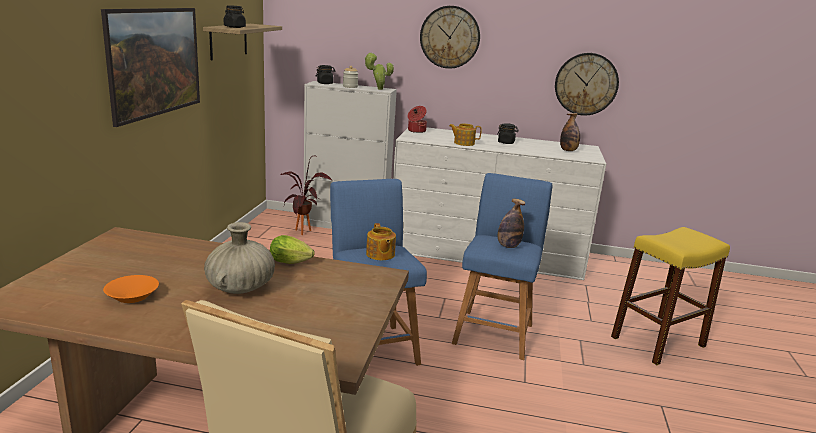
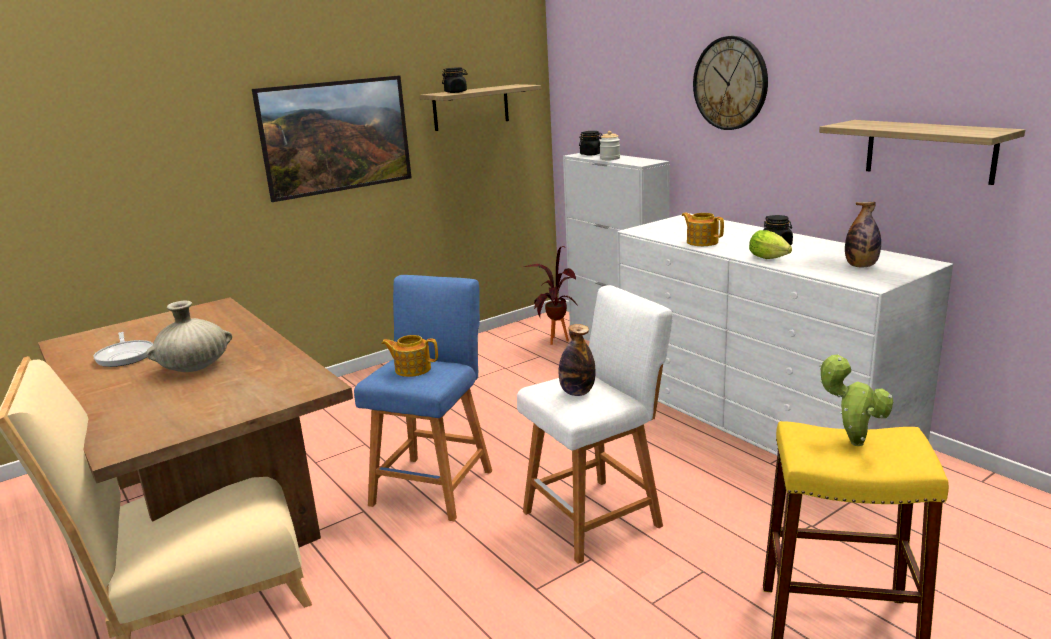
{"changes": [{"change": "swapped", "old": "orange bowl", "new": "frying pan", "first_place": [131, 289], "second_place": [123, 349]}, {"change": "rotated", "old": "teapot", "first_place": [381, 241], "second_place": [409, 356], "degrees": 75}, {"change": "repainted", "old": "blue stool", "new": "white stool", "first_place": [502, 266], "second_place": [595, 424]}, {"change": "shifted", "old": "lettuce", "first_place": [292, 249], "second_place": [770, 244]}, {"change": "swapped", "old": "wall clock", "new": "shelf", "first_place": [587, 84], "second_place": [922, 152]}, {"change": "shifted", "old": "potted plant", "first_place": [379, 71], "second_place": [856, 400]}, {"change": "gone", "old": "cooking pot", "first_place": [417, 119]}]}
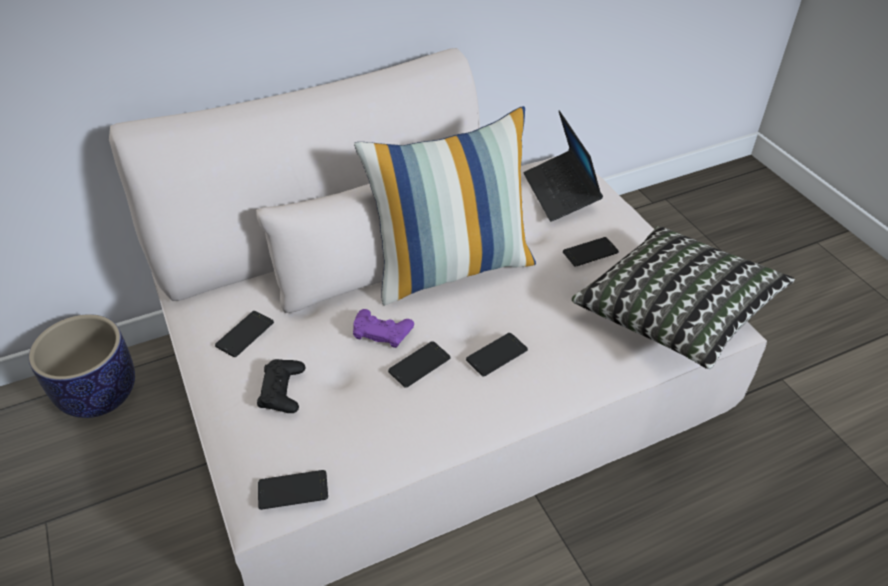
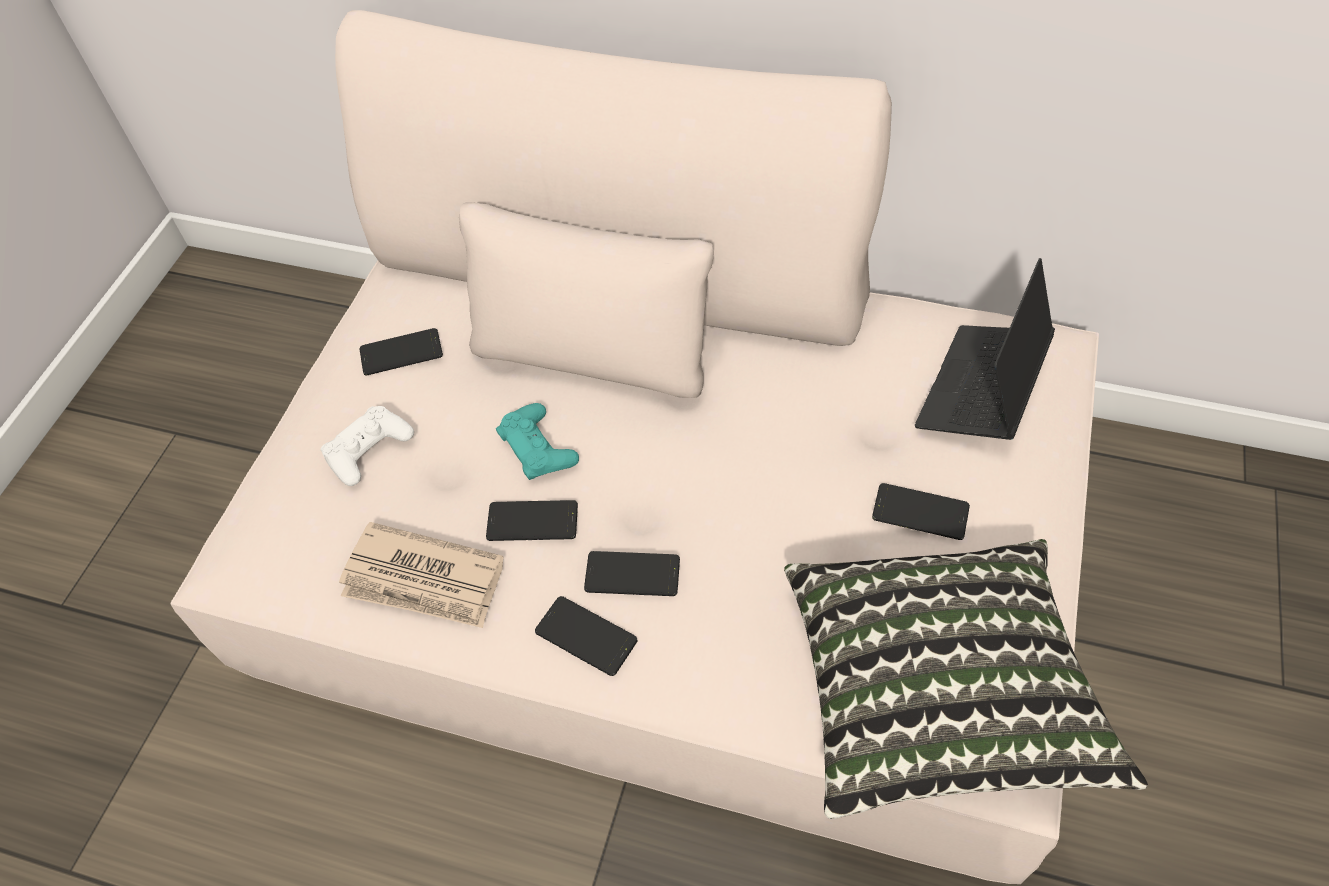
{"changes": [{"change": "repainted", "old": "black game controller", "new": "white game controller", "first_place": [281, 386], "second_place": [367, 446]}, {"change": "new", "new": "newspaper", "second_place": [421, 575]}, {"change": "repainted", "old": "purple game controller", "new": "turquoise game controller", "first_place": [383, 328], "second_place": [537, 441]}, {"change": "shifted", "old": "phone", "first_place": [293, 490], "second_place": [586, 636]}, {"change": "gone", "old": "planter", "first_place": [82, 366]}, {"change": "gone", "old": "pillow", "first_place": [445, 206]}]}
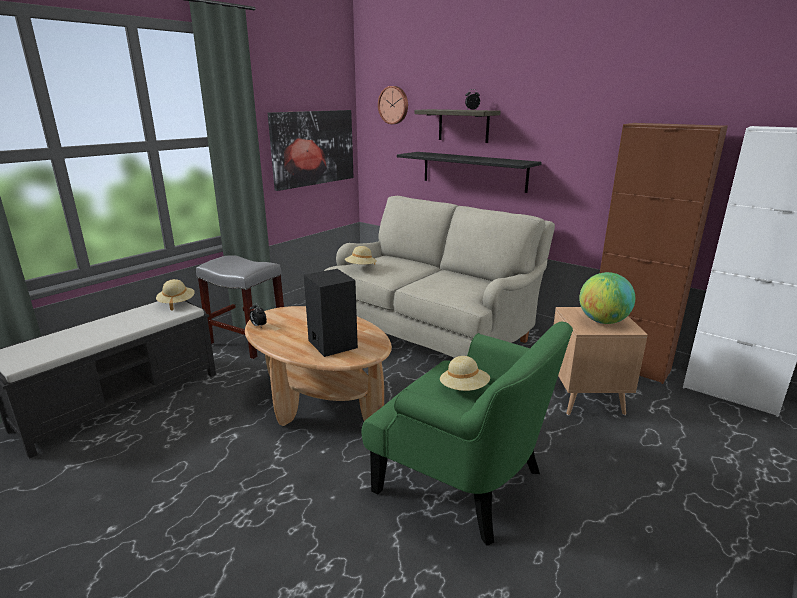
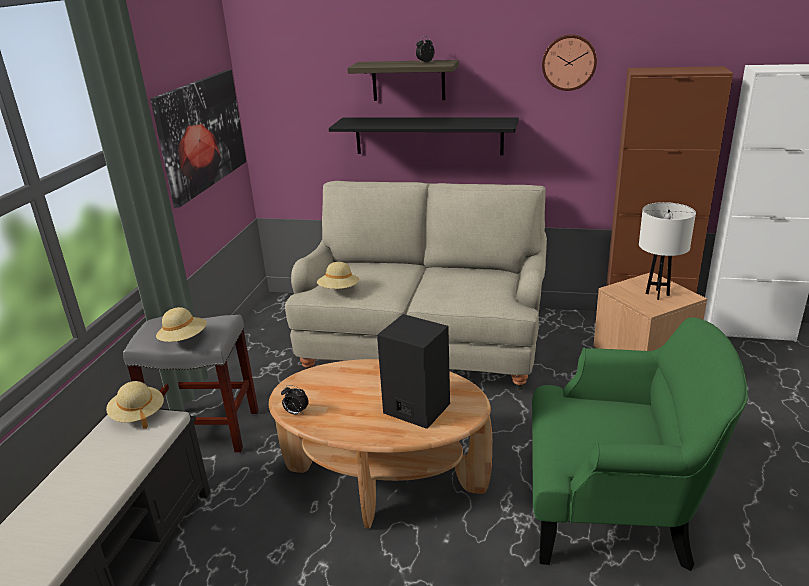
{"changes": [{"change": "shifted", "old": "beige hat", "first_place": [465, 373], "second_place": [181, 324]}, {"change": "shifted", "old": "wall clock", "first_place": [393, 105], "second_place": [569, 62]}, {"change": "swapped", "old": "globe", "new": "white table lamp", "first_place": [607, 298], "second_place": [667, 251]}]}
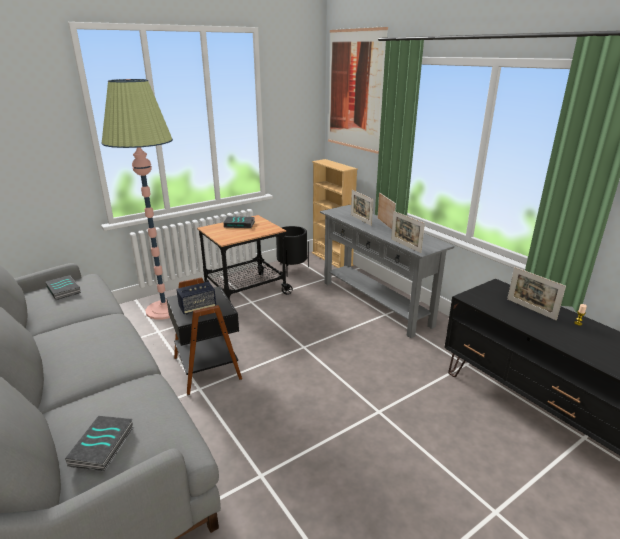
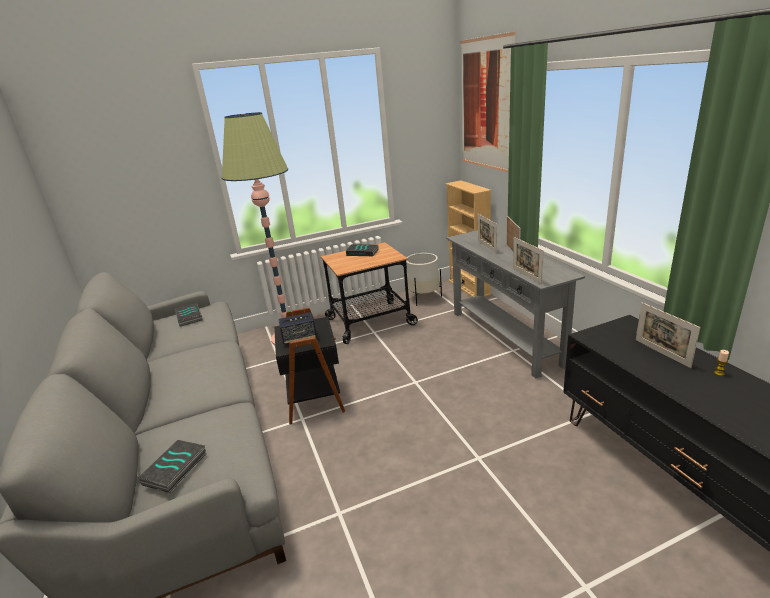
{"changes": [{"change": "repainted", "old": "black planter", "new": "white planter", "first_place": [292, 251], "second_place": [424, 279]}]}
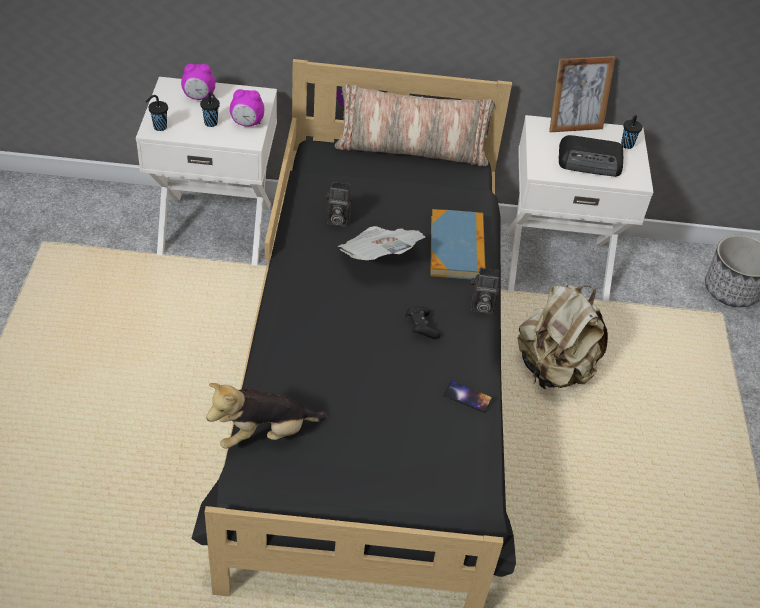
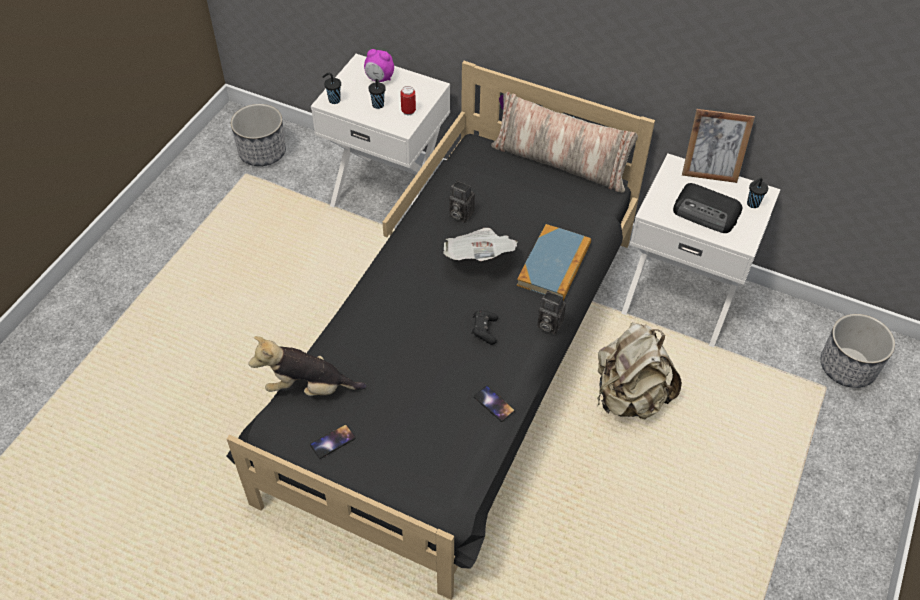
{"changes": [{"change": "new", "new": "planter", "second_place": [258, 135]}, {"change": "new", "new": "phone", "second_place": [333, 441]}, {"change": "swapped", "old": "alarm clock", "new": "can", "first_place": [247, 108], "second_place": [408, 100]}]}
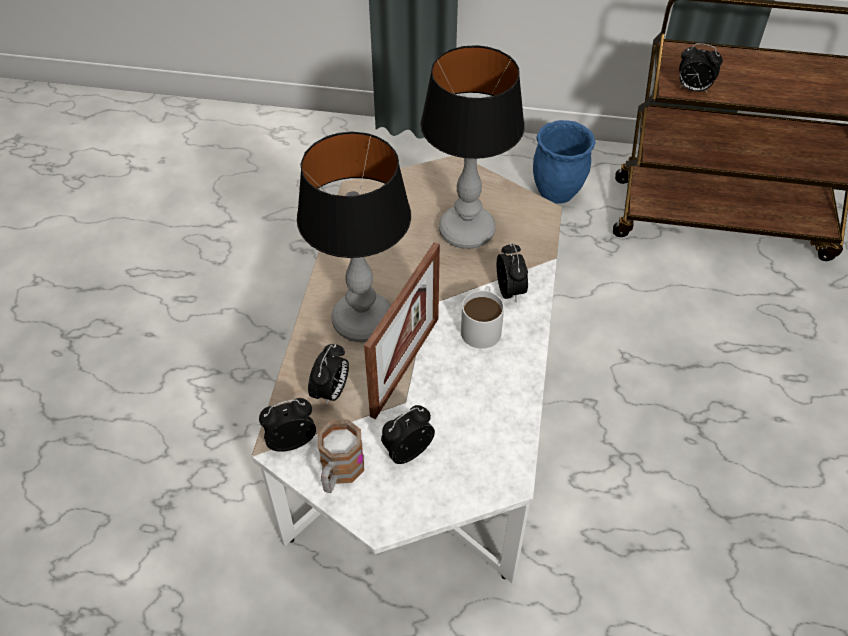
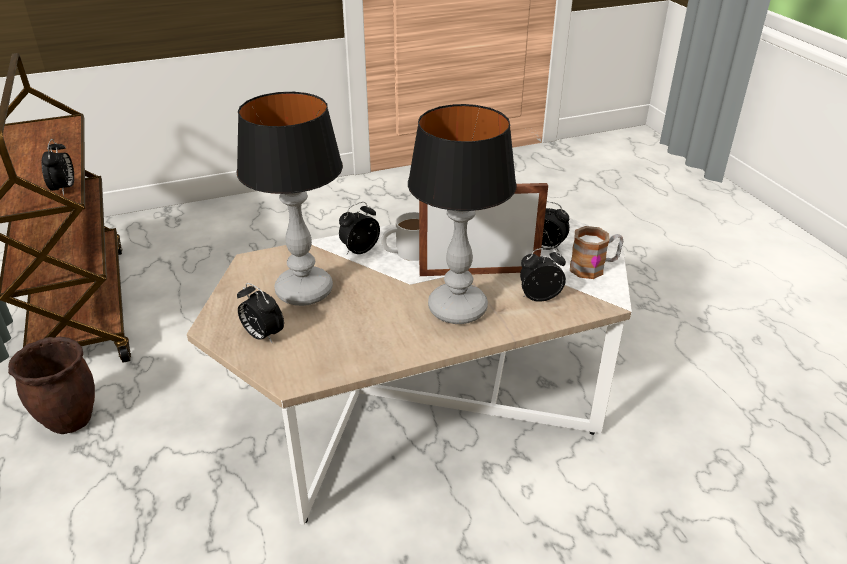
{"changes": [{"change": "repainted", "old": "blue planter", "new": "brown planter", "first_place": [564, 162], "second_place": [51, 385]}, {"change": "shifted", "old": "alarm clock", "first_place": [287, 425], "second_place": [260, 313]}]}
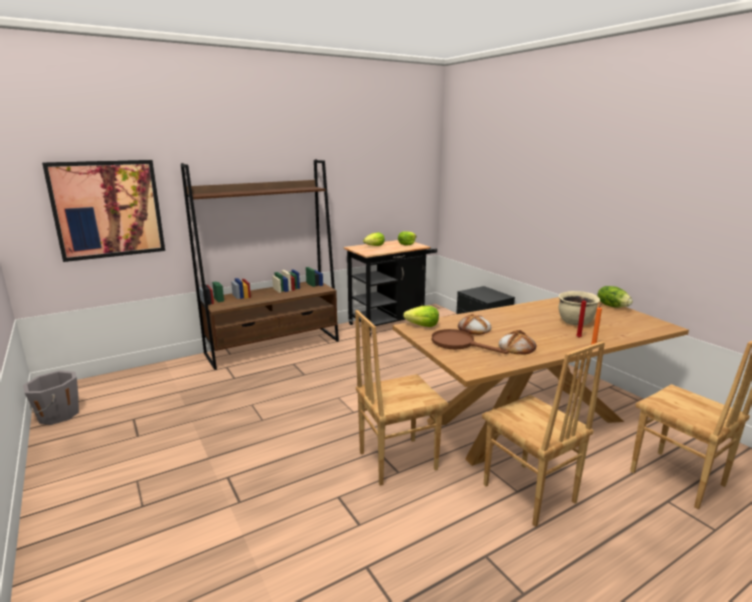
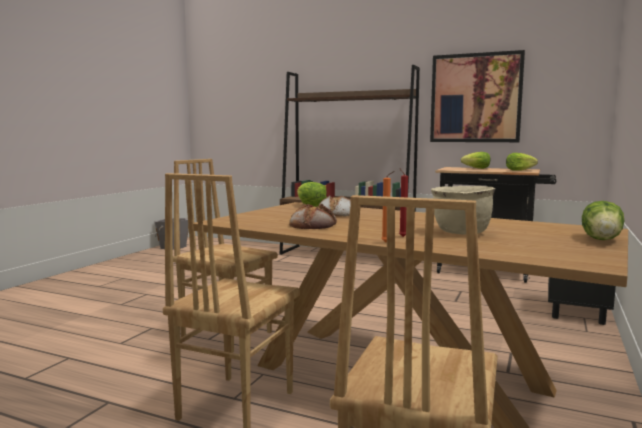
{"changes": [{"change": "shifted", "old": "picture", "first_place": [103, 211], "second_place": [477, 96]}, {"change": "gone", "old": "brown frying pan", "first_place": [470, 341]}]}
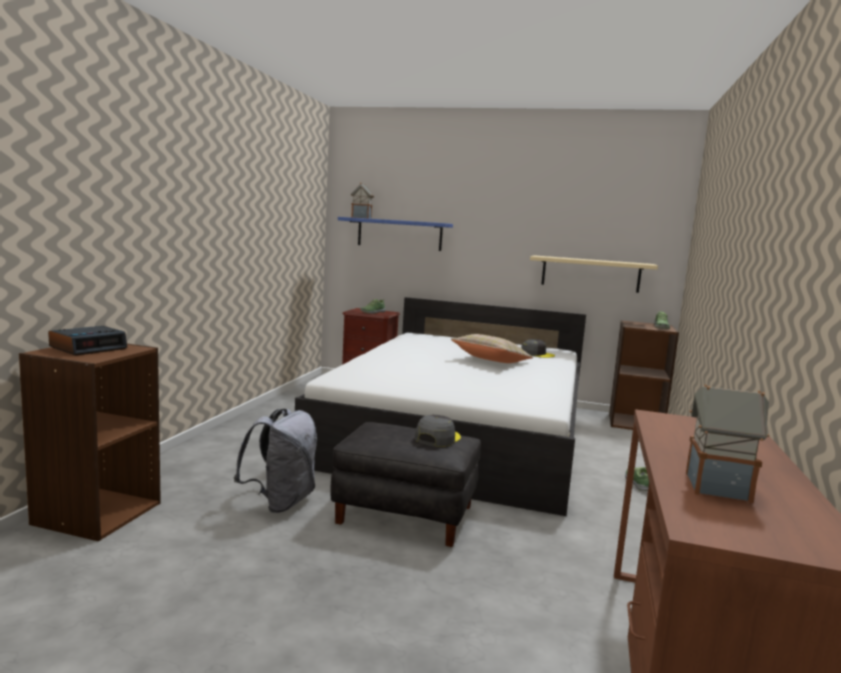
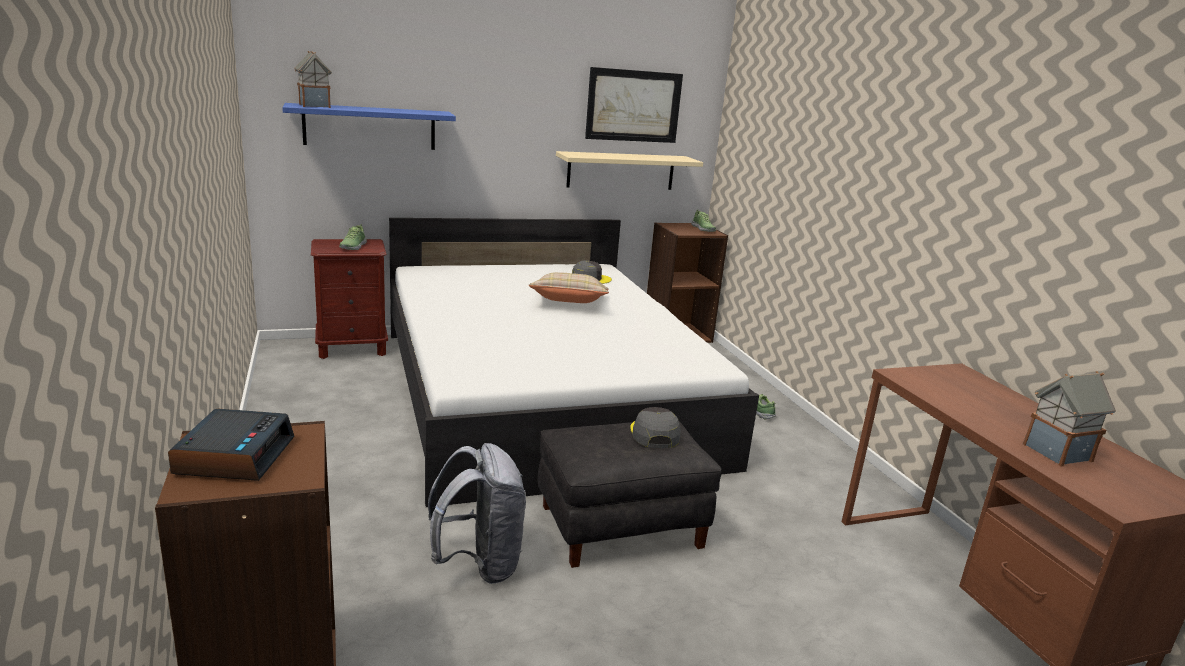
{"changes": [{"change": "new", "new": "picture", "second_place": [634, 105]}]}
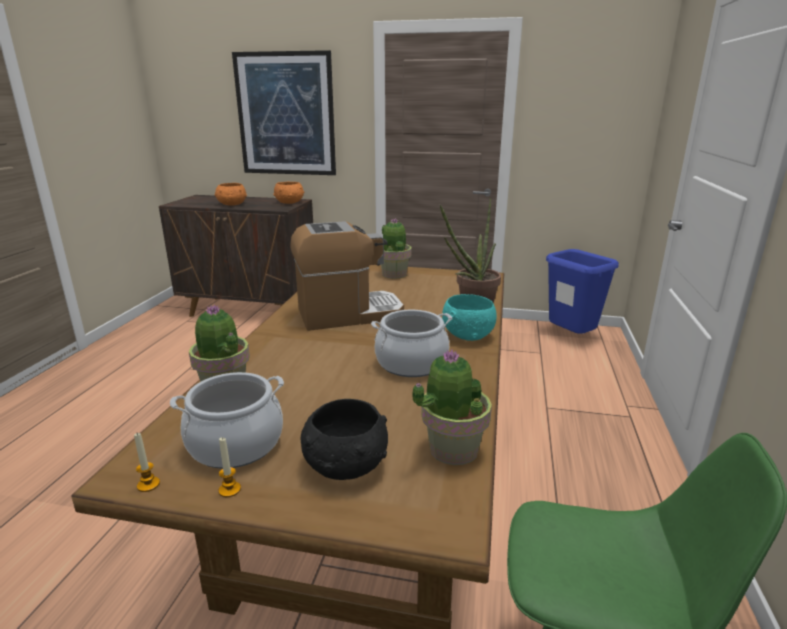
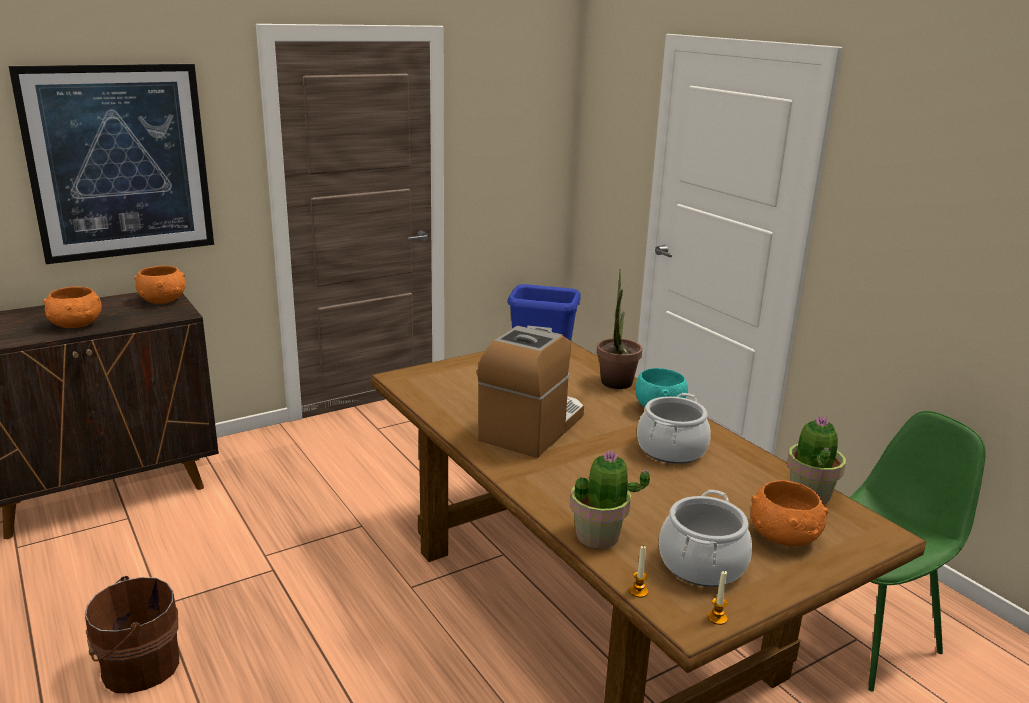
{"changes": [{"change": "new", "new": "brown bucket", "second_place": [132, 634]}, {"change": "shifted", "old": "candle", "first_place": [230, 467], "second_place": [638, 571]}, {"change": "repainted", "old": "black bowl", "new": "orange bowl", "first_place": [344, 439], "second_place": [789, 513]}, {"change": "gone", "old": "potted plant", "first_place": [396, 248]}]}
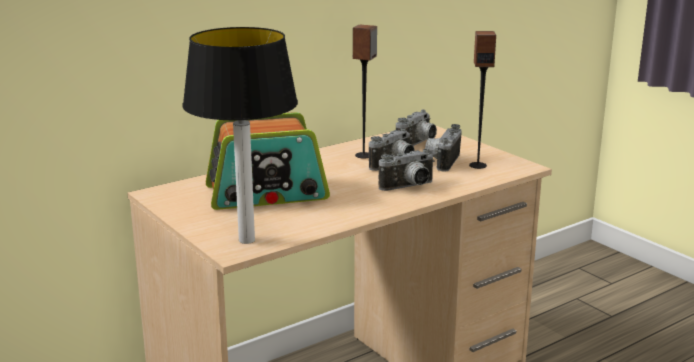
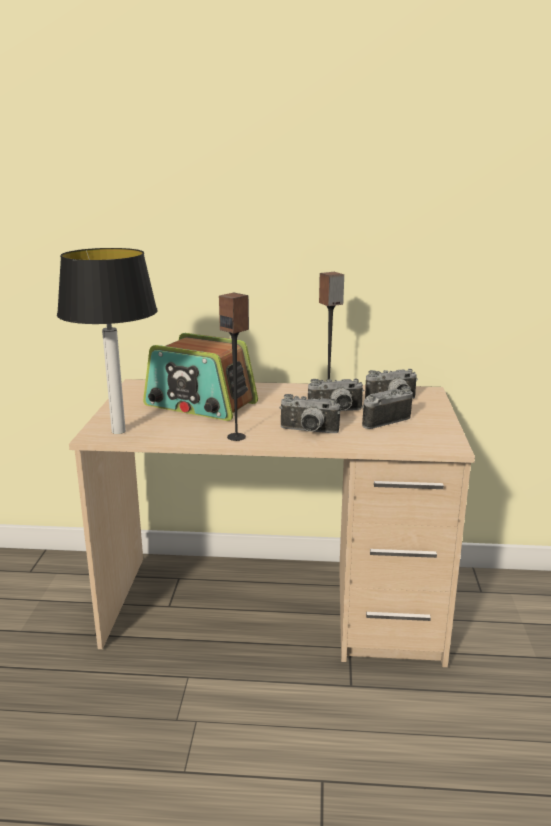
{"changes": [{"change": "shifted", "old": "speaker", "first_place": [482, 100], "second_place": [234, 367]}]}
